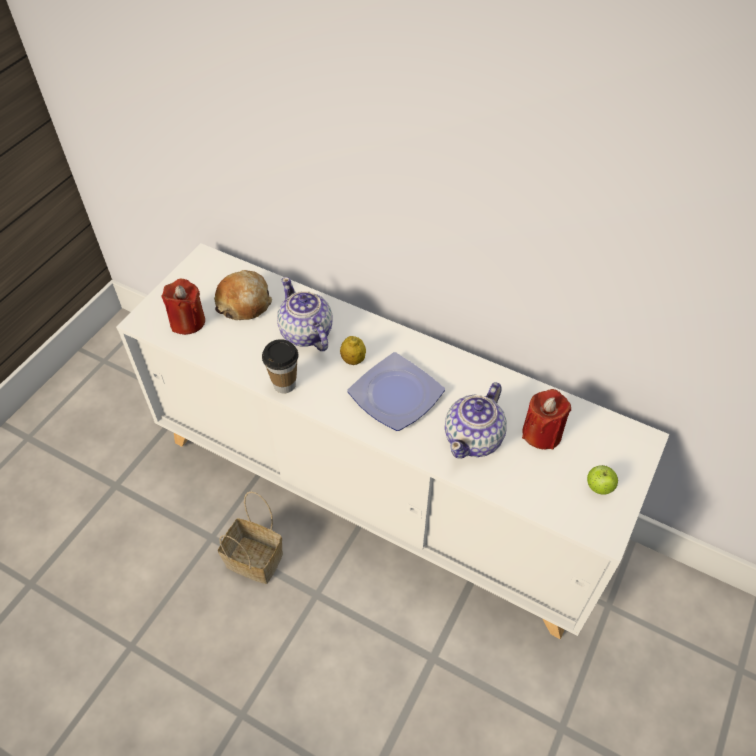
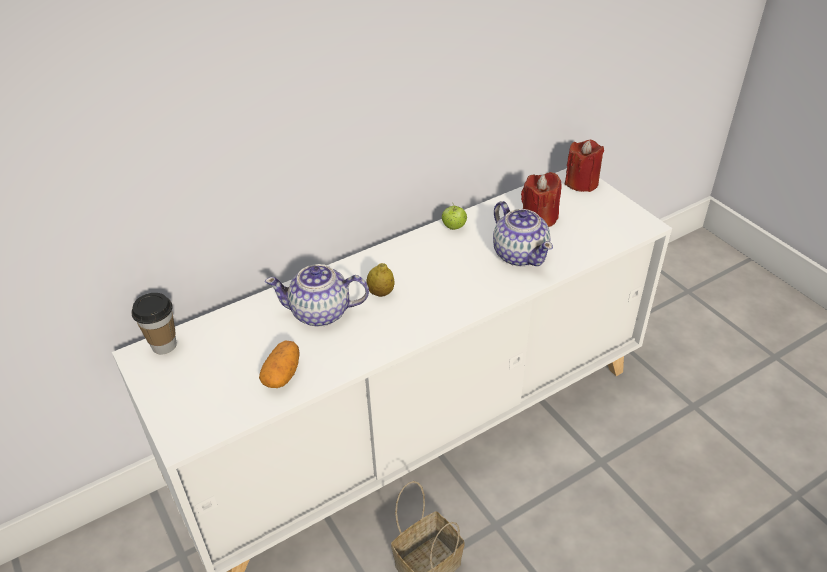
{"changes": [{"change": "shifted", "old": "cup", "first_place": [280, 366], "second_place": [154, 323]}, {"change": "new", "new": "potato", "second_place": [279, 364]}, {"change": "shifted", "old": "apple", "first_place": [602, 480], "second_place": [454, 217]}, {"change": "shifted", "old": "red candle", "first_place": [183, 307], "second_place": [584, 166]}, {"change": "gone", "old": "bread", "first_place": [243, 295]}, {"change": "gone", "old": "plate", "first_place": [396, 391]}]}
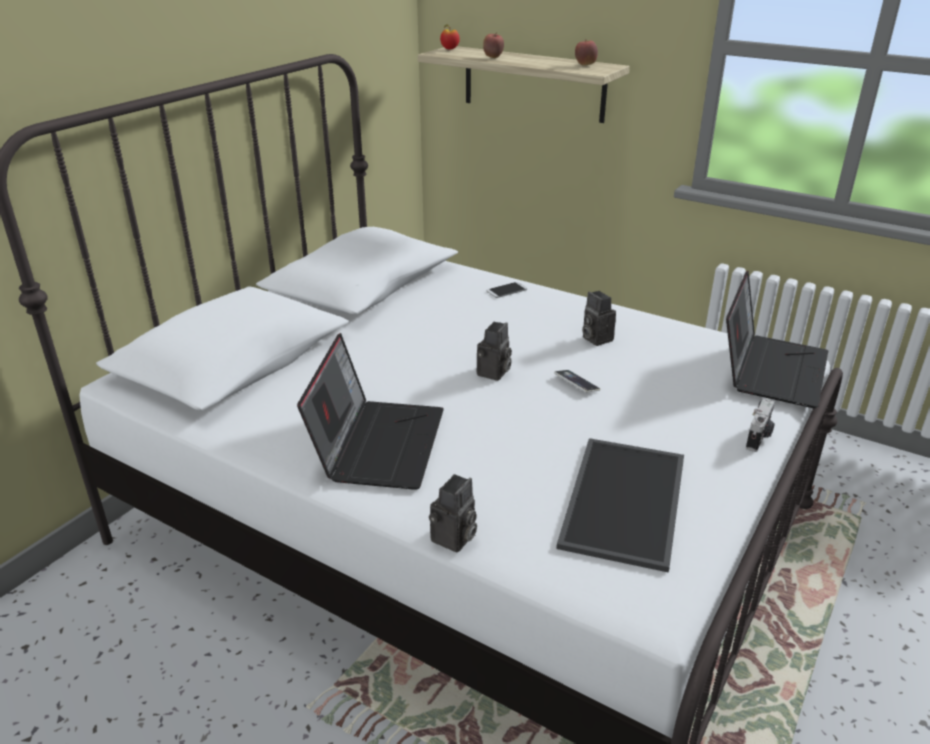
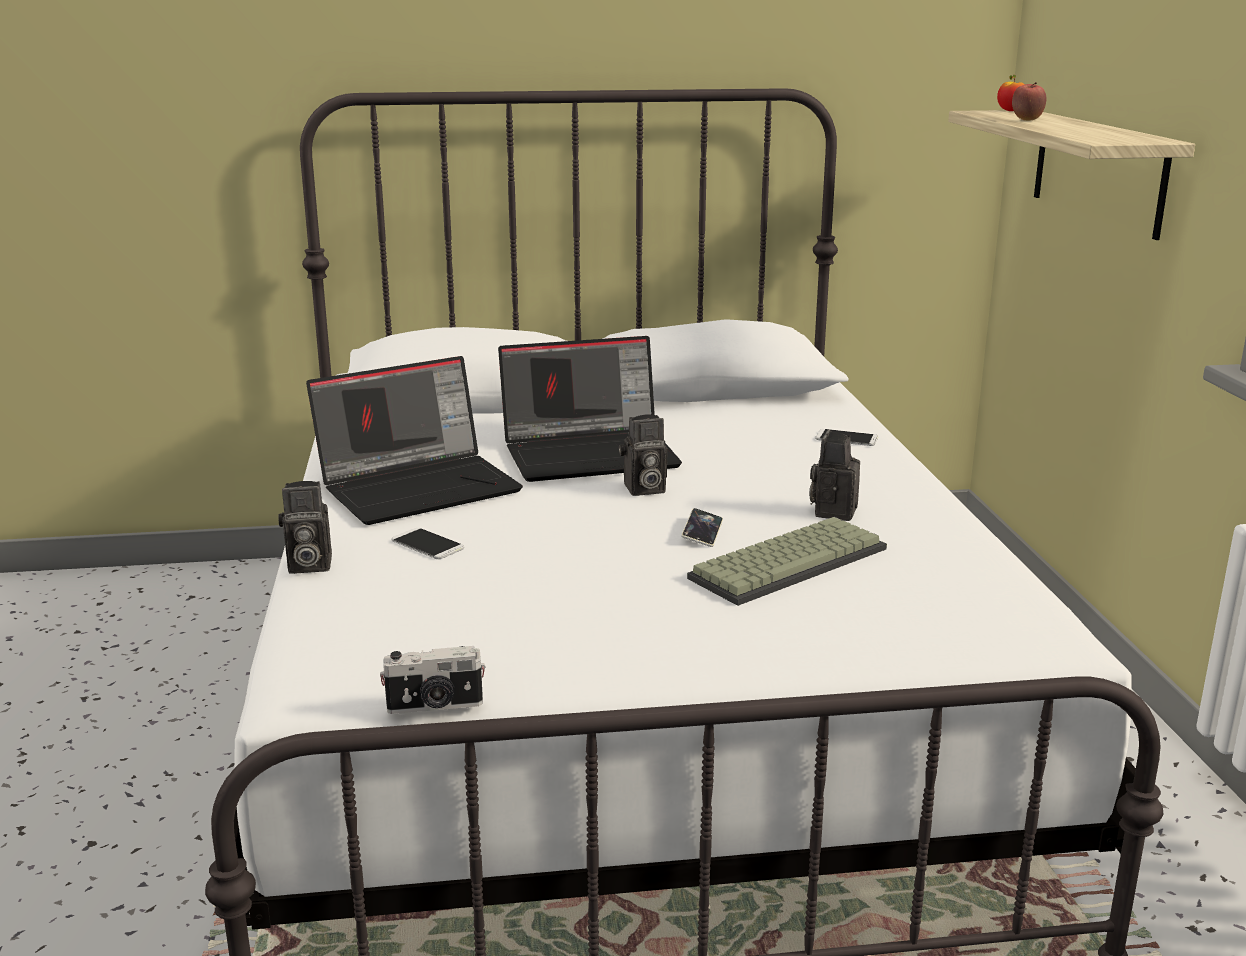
{"changes": [{"change": "shifted", "old": "photo camera", "first_place": [760, 425], "second_place": [432, 680]}, {"change": "new", "new": "phone", "second_place": [427, 543]}, {"change": "shifted", "old": "laptop", "first_place": [777, 339], "second_place": [590, 409]}, {"change": "new", "new": "keyboard", "second_place": [787, 561]}, {"change": "gone", "old": "tray", "first_place": [620, 505]}, {"change": "gone", "old": "apple", "first_place": [586, 52]}]}
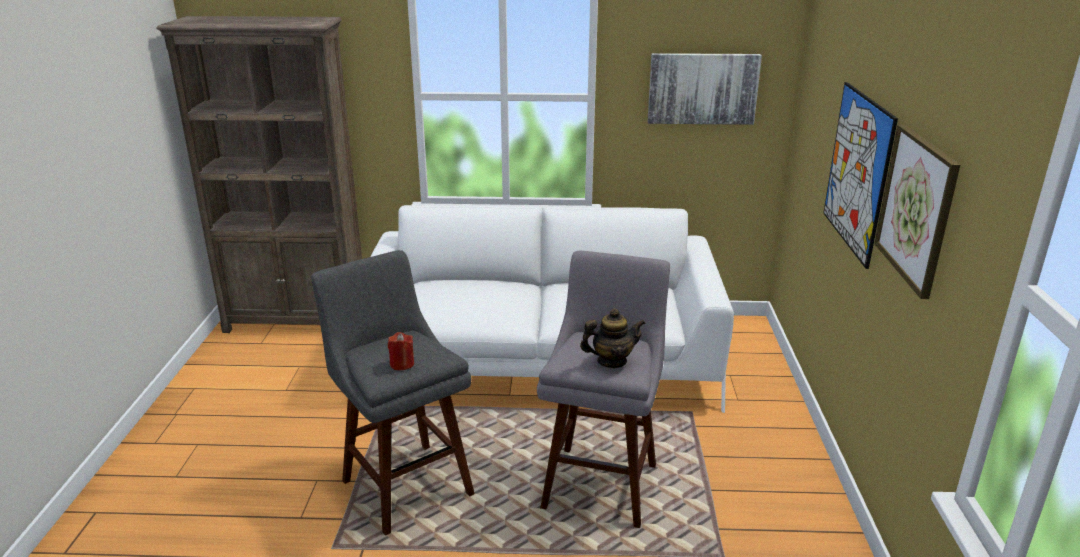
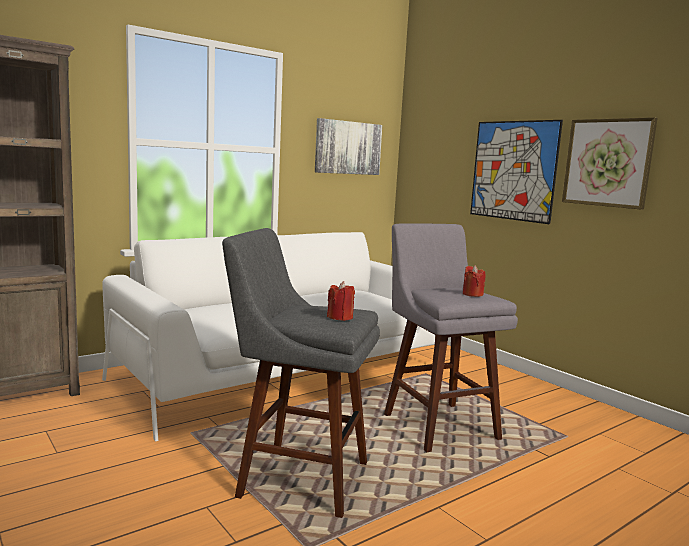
{"changes": [{"change": "swapped", "old": "teapot", "new": "red candle", "first_place": [612, 338], "second_place": [474, 281]}]}
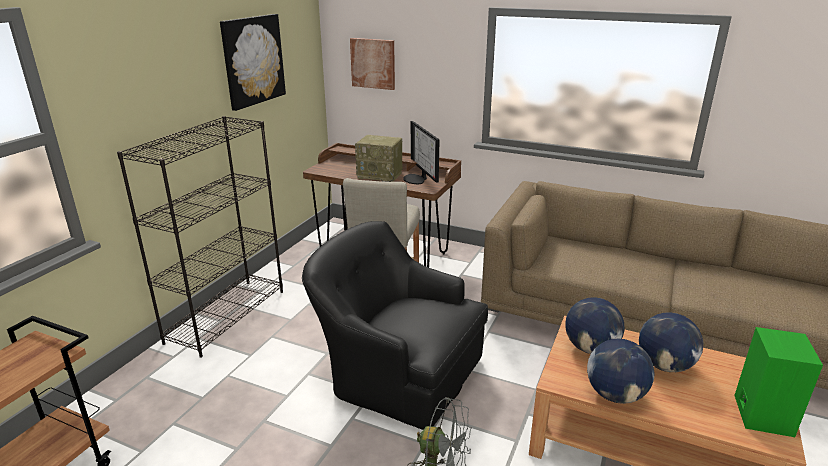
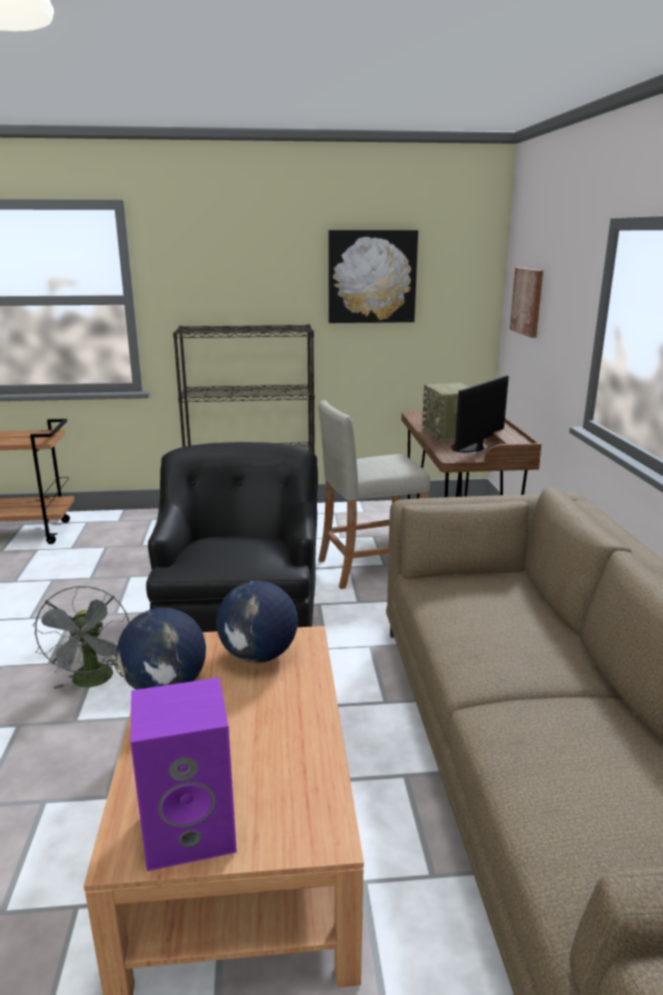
{"changes": [{"change": "repainted", "old": "green speaker", "new": "purple speaker", "first_place": [778, 382], "second_place": [183, 774]}, {"change": "gone", "old": "globe", "first_place": [671, 342]}]}
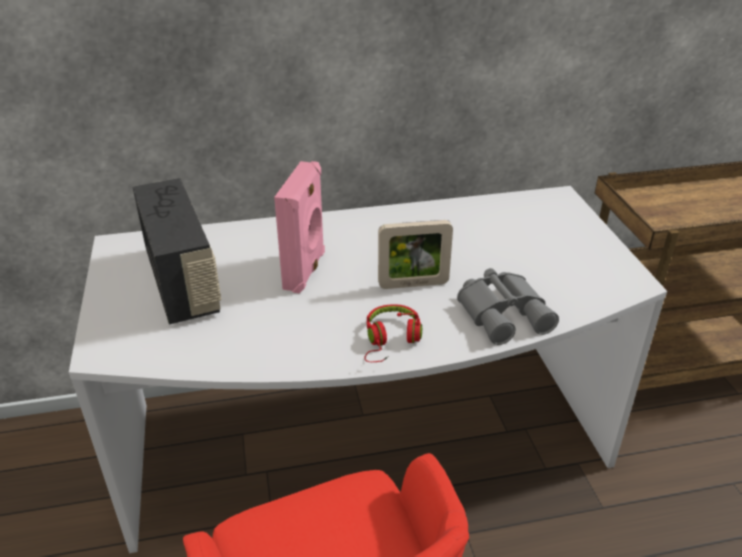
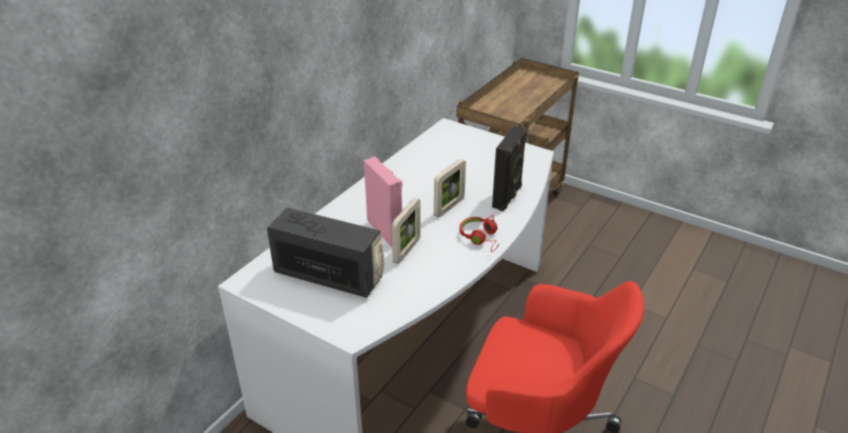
{"changes": [{"change": "new", "new": "picture frame", "second_place": [406, 231]}, {"change": "swapped", "old": "grey binoculars", "new": "black speaker", "first_place": [508, 306], "second_place": [509, 168]}]}
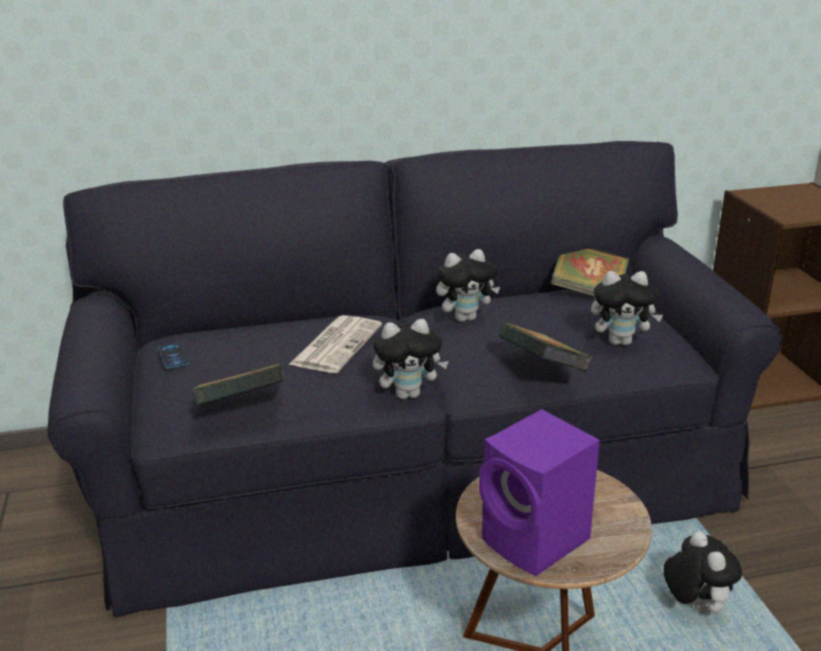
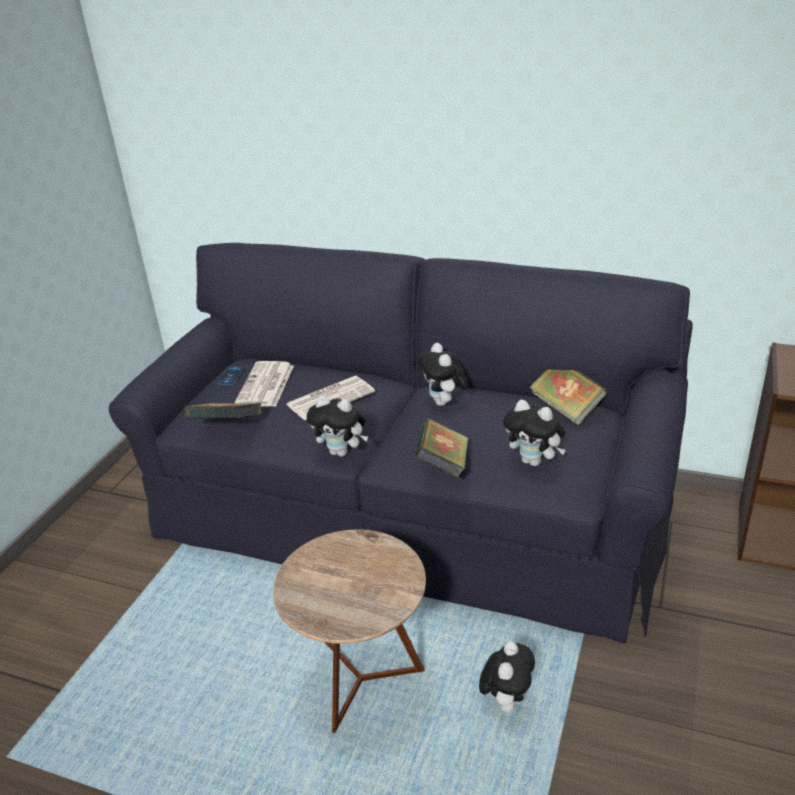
{"changes": [{"change": "new", "new": "newspaper", "second_place": [264, 384]}, {"change": "rotated", "old": "plush toy", "first_place": [468, 285], "second_place": [443, 374], "degrees": 60}, {"change": "gone", "old": "purple speaker", "first_place": [539, 492]}]}
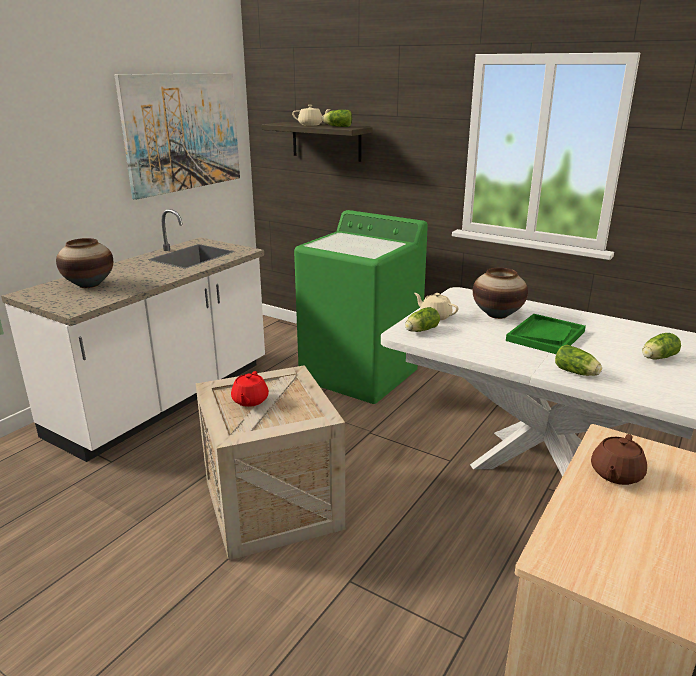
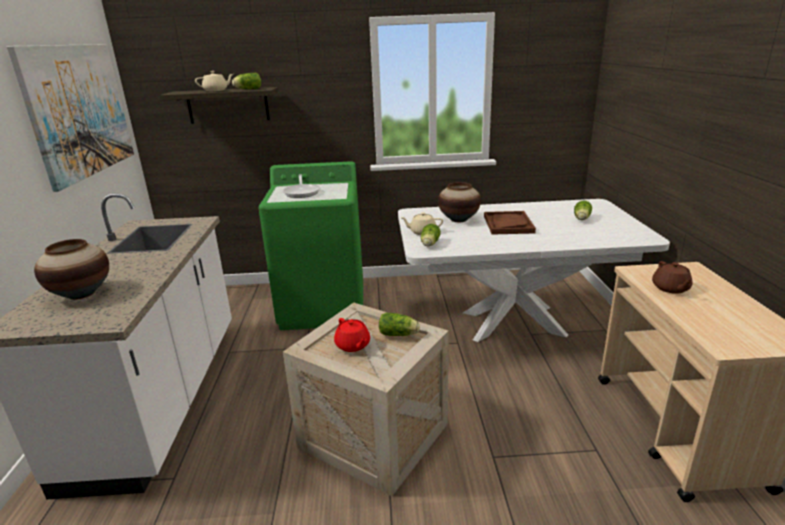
{"changes": [{"change": "new", "new": "frying pan", "second_place": [301, 186]}, {"change": "shifted", "old": "lettuce", "first_place": [578, 360], "second_place": [399, 324]}, {"change": "repainted", "old": "green tray", "new": "brown tray", "first_place": [546, 334], "second_place": [510, 223]}]}
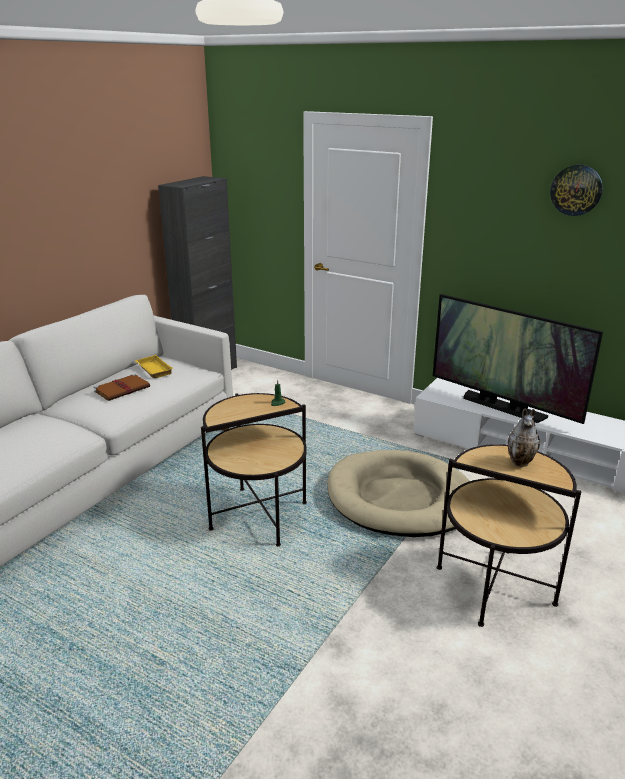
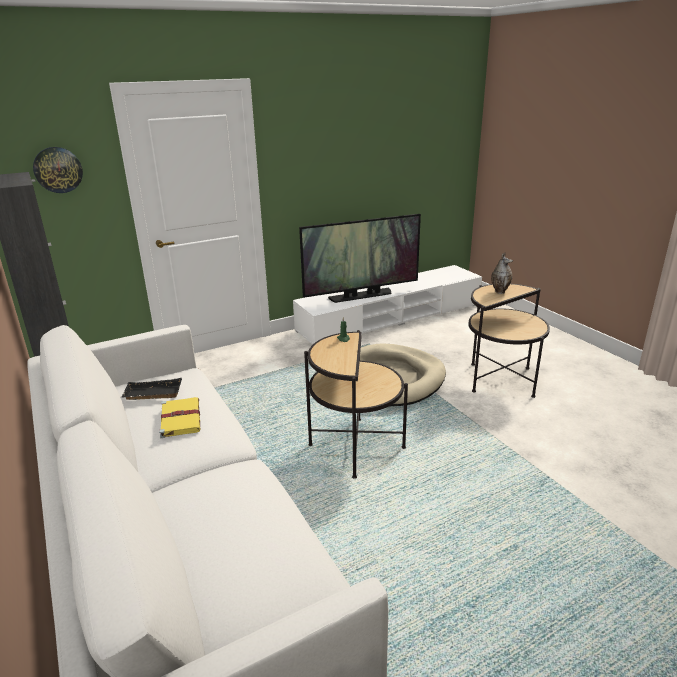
{"changes": [{"change": "shifted", "old": "wall clock", "first_place": [576, 190], "second_place": [58, 170]}, {"change": "repainted", "old": "yellow tray", "new": "black tray", "first_place": [153, 366], "second_place": [151, 389]}, {"change": "repainted", "old": "brown book", "new": "yellow book", "first_place": [122, 387], "second_place": [179, 417]}]}
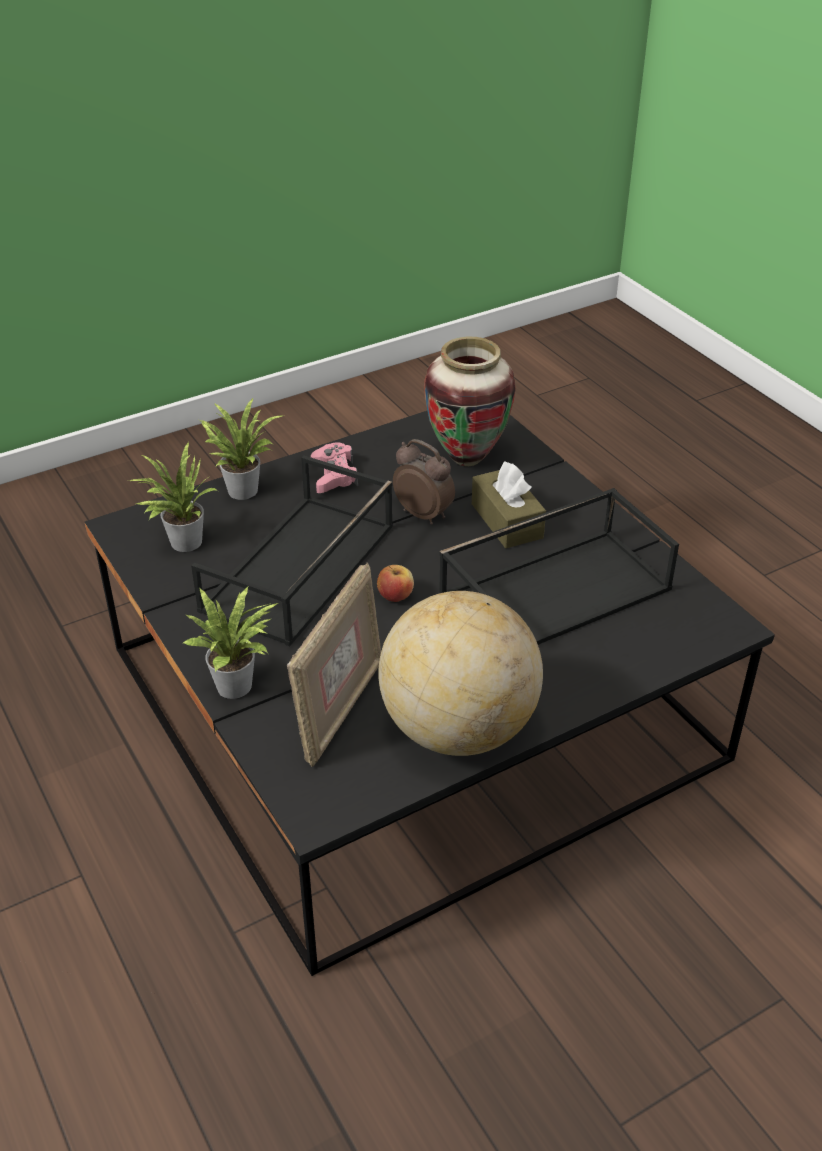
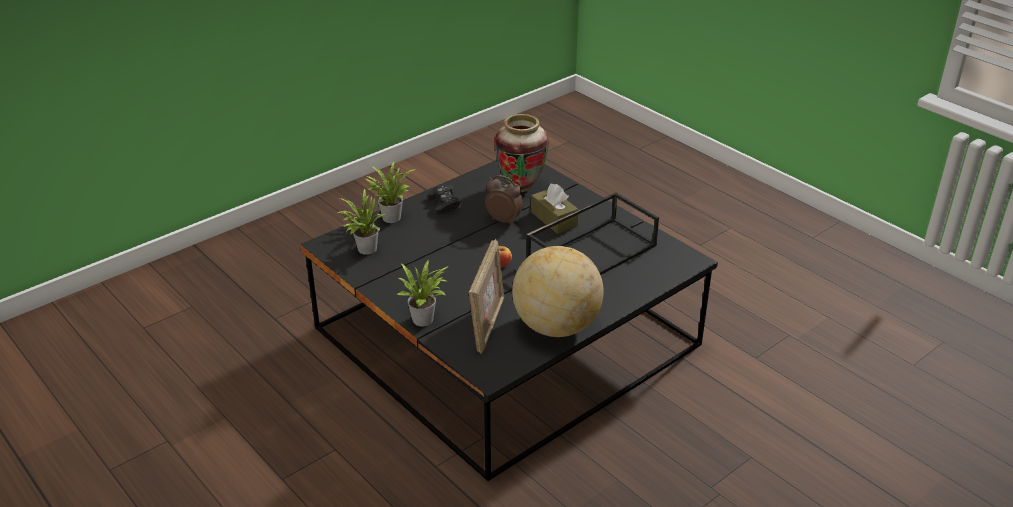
{"changes": [{"change": "repainted", "old": "pink game controller", "new": "black game controller", "first_place": [334, 467], "second_place": [444, 200]}, {"change": "gone", "old": "black tray", "first_place": [292, 551]}]}
